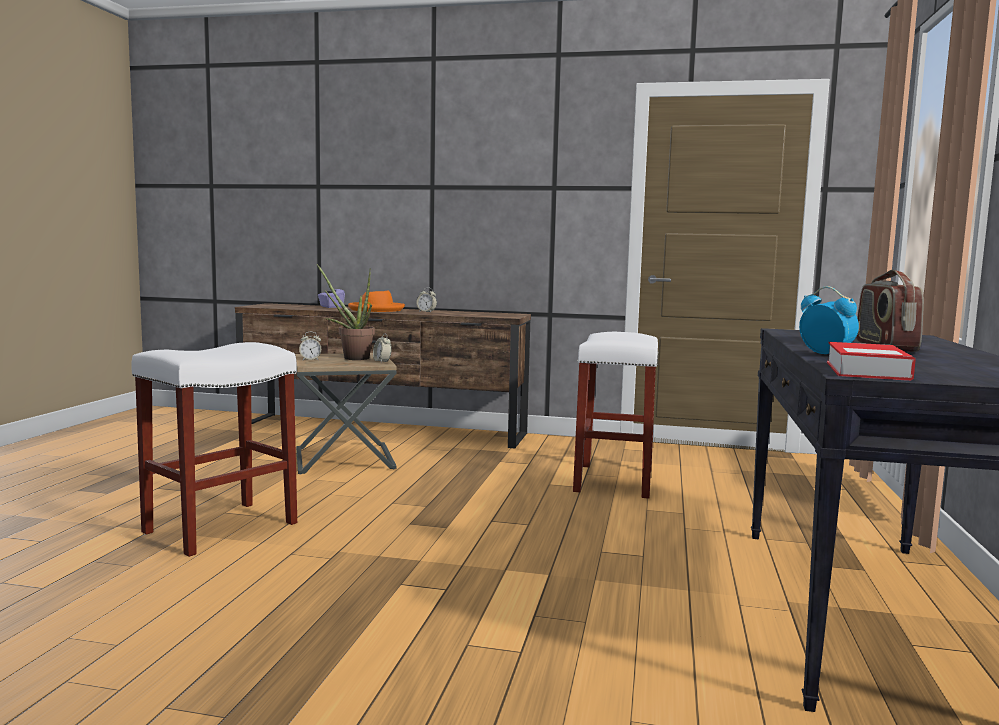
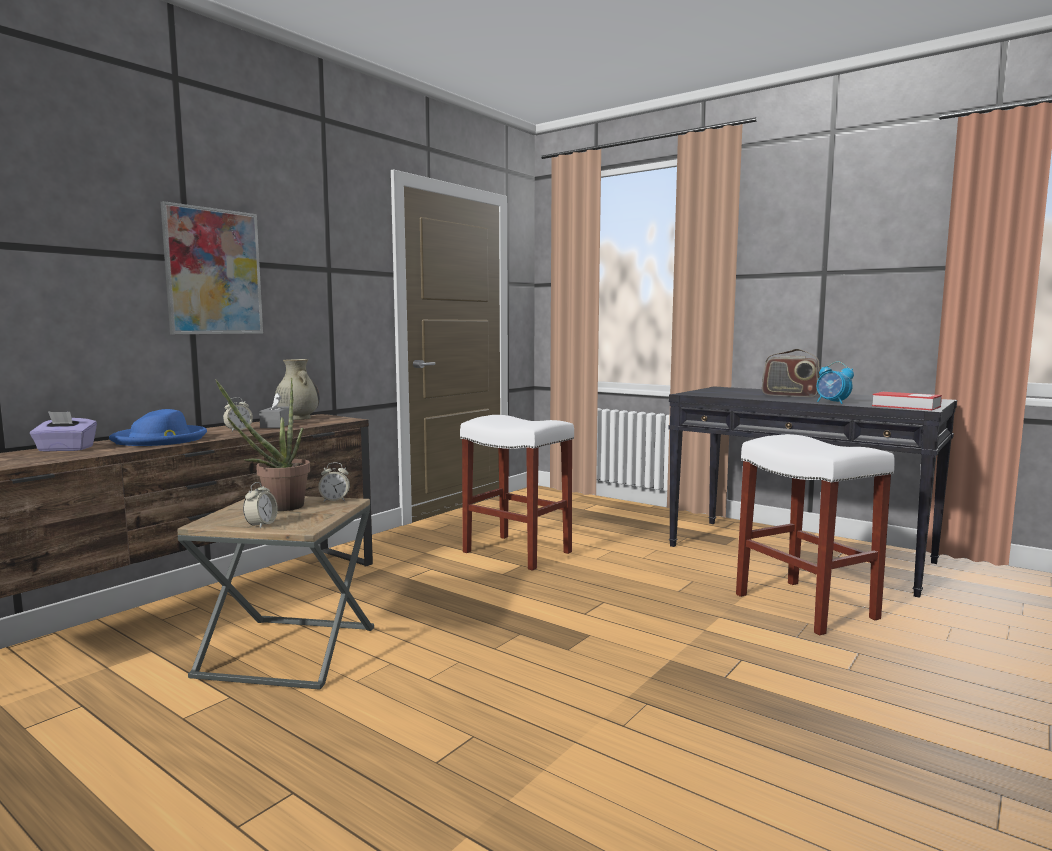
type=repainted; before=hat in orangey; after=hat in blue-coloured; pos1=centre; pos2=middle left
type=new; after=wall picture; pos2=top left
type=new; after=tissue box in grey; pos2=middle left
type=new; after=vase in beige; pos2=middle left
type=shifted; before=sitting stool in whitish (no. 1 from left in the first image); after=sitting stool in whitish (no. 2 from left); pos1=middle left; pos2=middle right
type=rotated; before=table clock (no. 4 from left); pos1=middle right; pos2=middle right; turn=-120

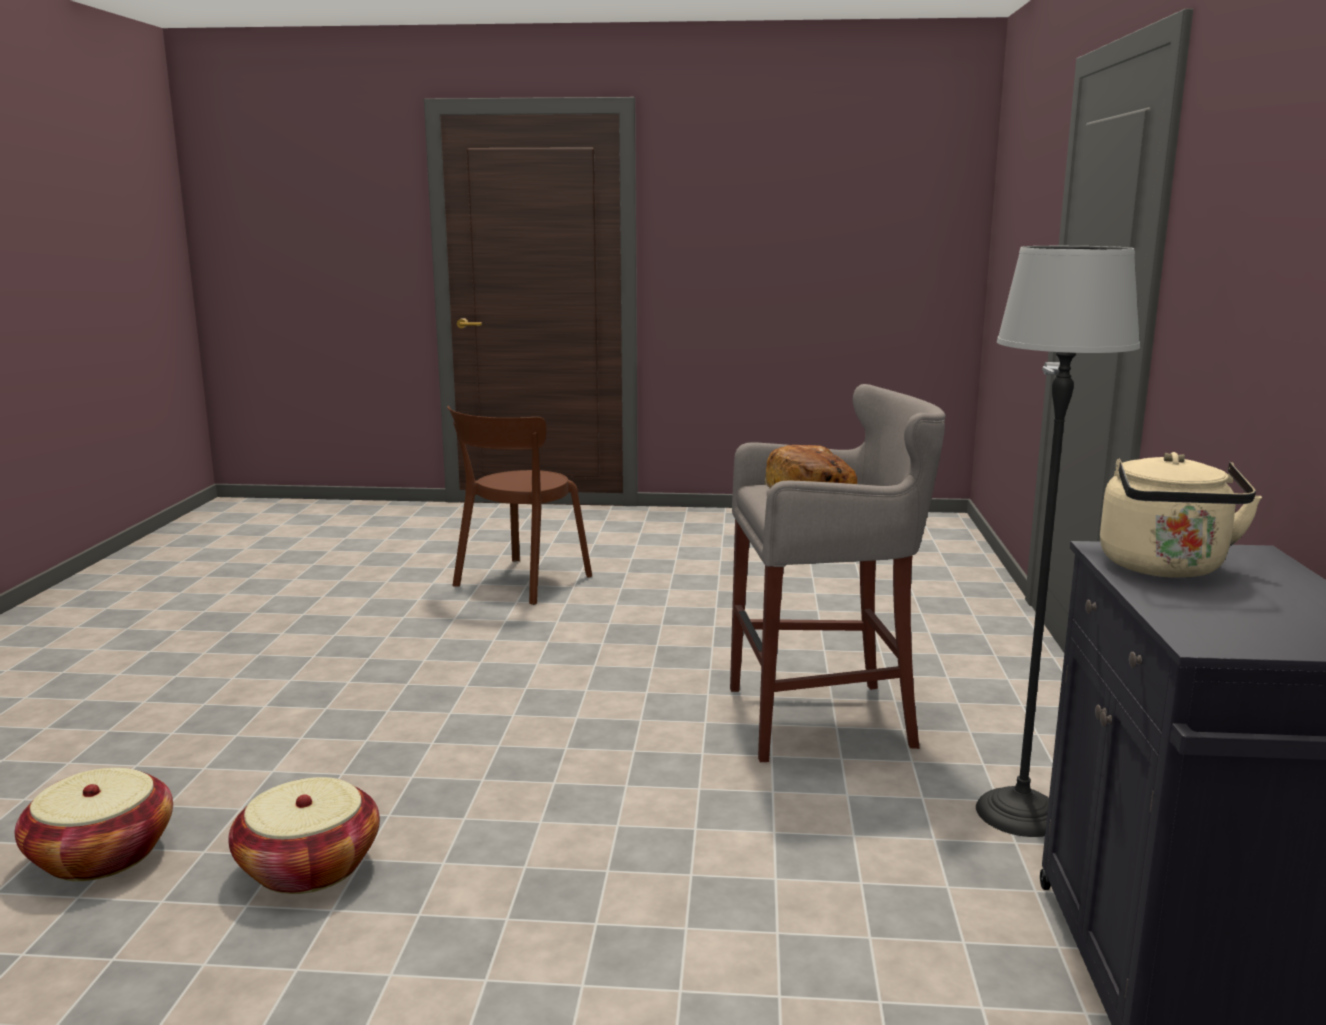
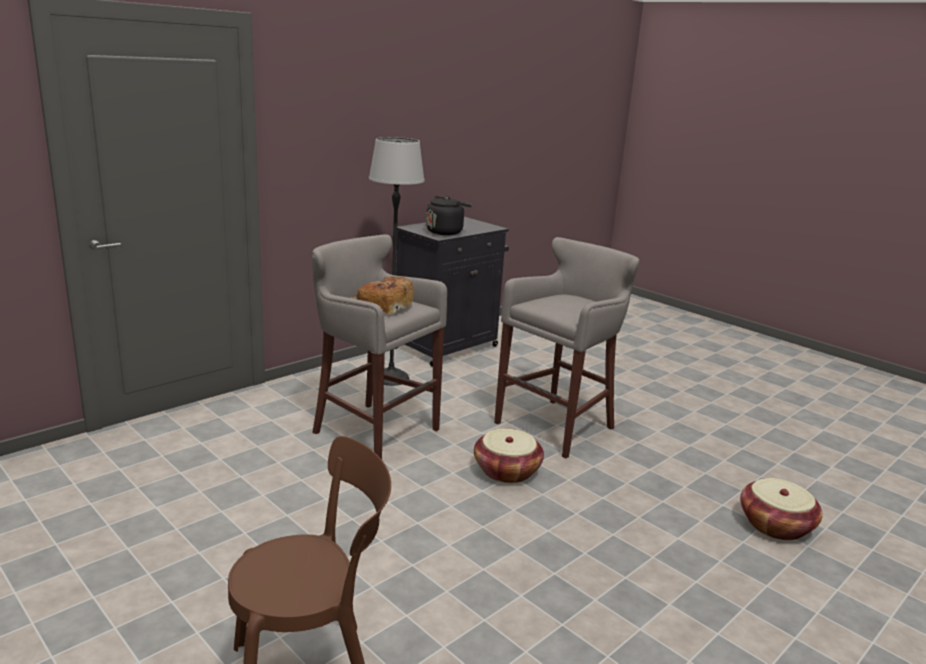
type=repainted; before=water kettle in beige; after=water kettle in black-coloured; pos1=middle right; pos2=top centre
type=shifted; before=household basket (no. 2 from left in the first image); after=household basket (no. 1 from left); pos1=bottom left; pos2=bottom centre
type=new; after=sitting stool in grey (no. 2 from left); pos2=centre

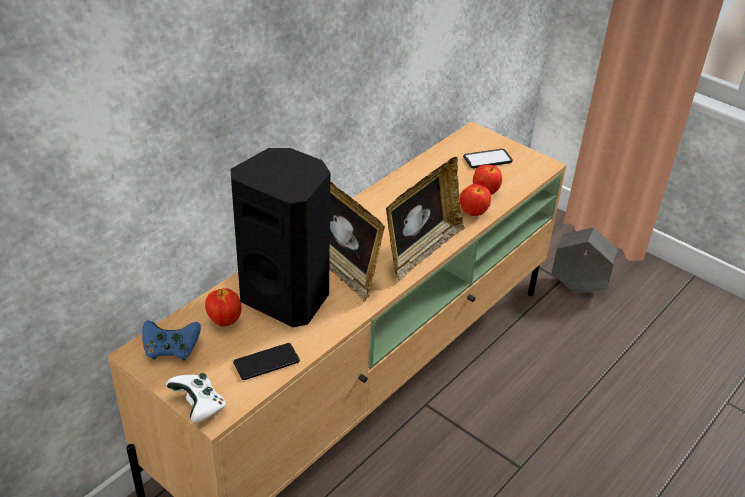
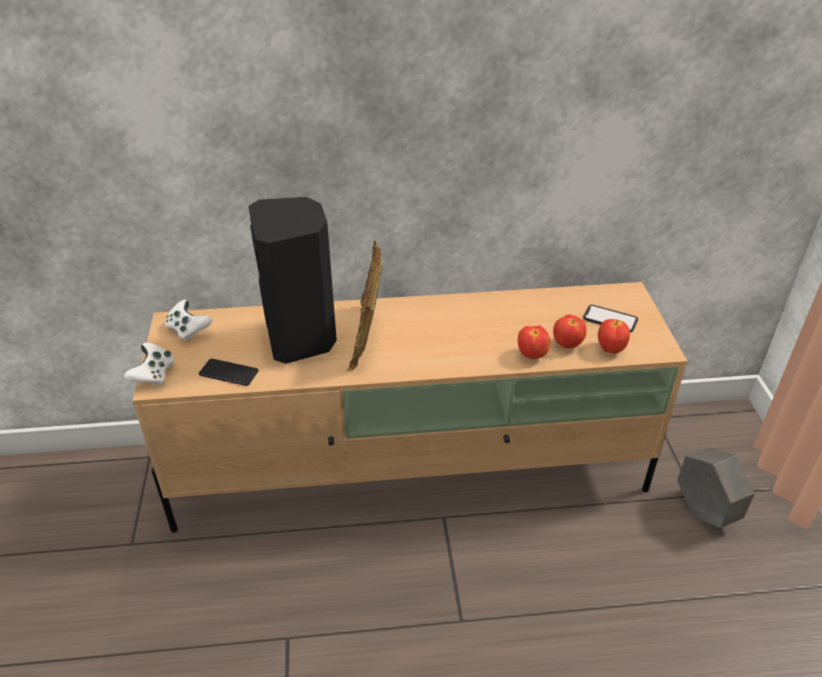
type=repainted; before=joypad in blue-coloured; after=joypad in whitish (no. 2 from left); pos1=bottom left; pos2=middle left
type=shifted; before=whole apple (no. 1 from left in the first image); after=whole apple (no. 3 from left); pos1=middle left; pos2=middle right
type=gone; before=standing frame (no. 2 from left); pos1=centre

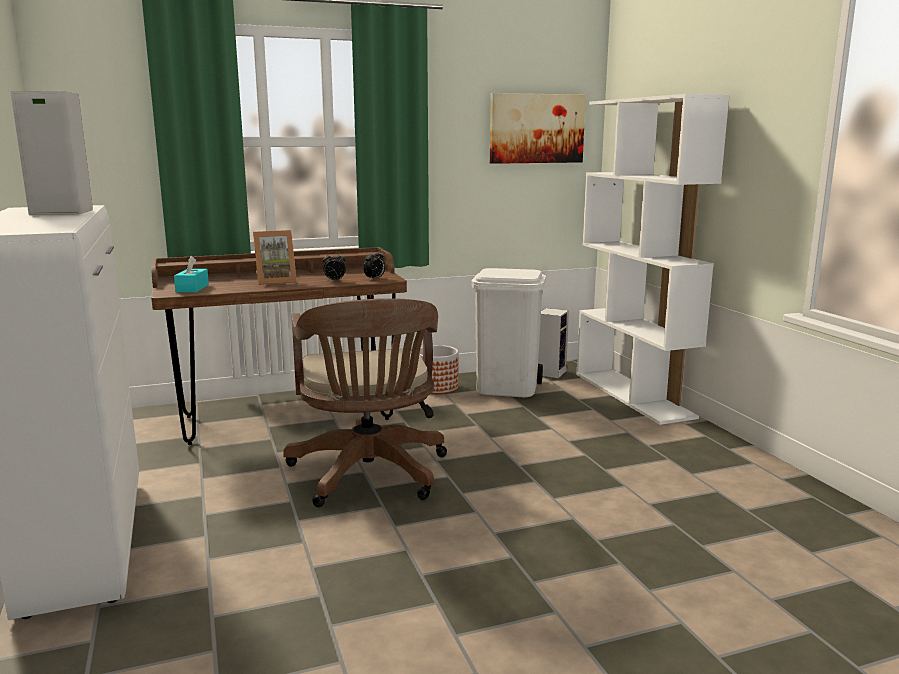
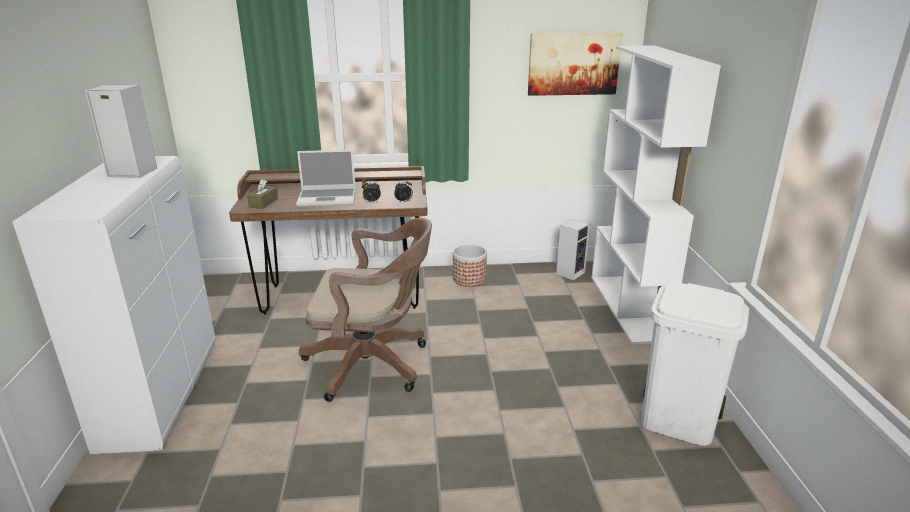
type=repainted; before=tissue box in turquoise; after=tissue box in brown-coloured; pos1=middle left; pos2=middle left
type=swapped; before=standing frame; after=portable computer; pos1=middle left; pos2=centre
type=rotated; before=computer chair in brown-coloured; pos1=centre; pos2=centre; turn=-90
type=shifted; before=trash can in whitish; pos1=centre; pos2=bottom right

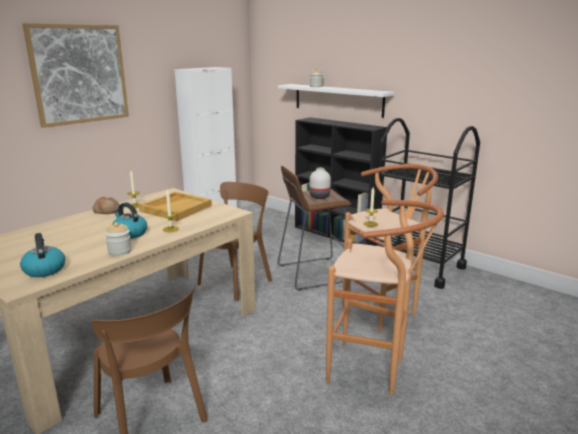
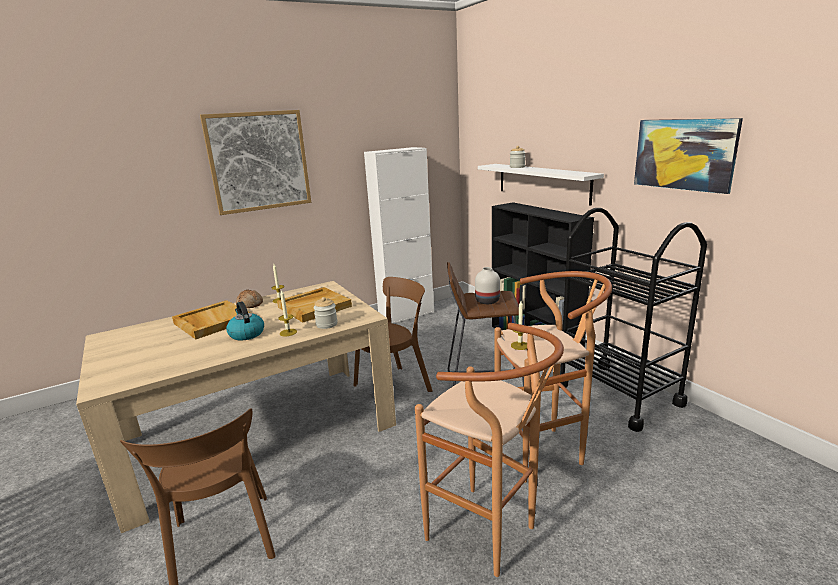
type=new; after=carrying tray in beige (no. 1 from left); pos2=middle left
type=shifted; before=preserve jar (no. 1 from left); pos1=middle left; pos2=centre
type=new; after=wall picture (no. 2 from left); pos2=top right
type=gone; before=water kettle (no. 1 from left); pos1=middle left

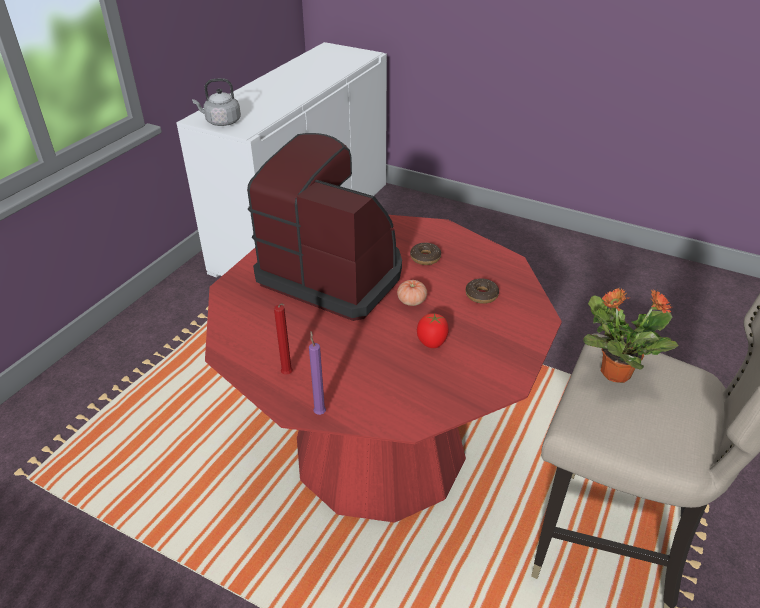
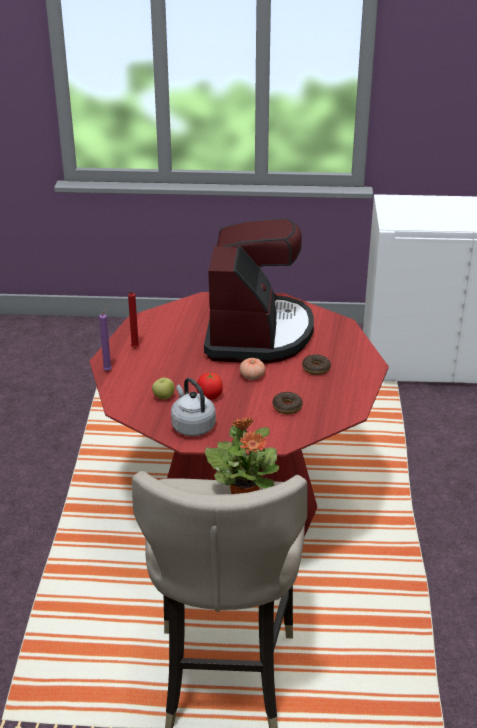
type=new; after=whole apple; pos2=centre
type=shifted; before=water kettle in grey; pos1=top left; pos2=centre

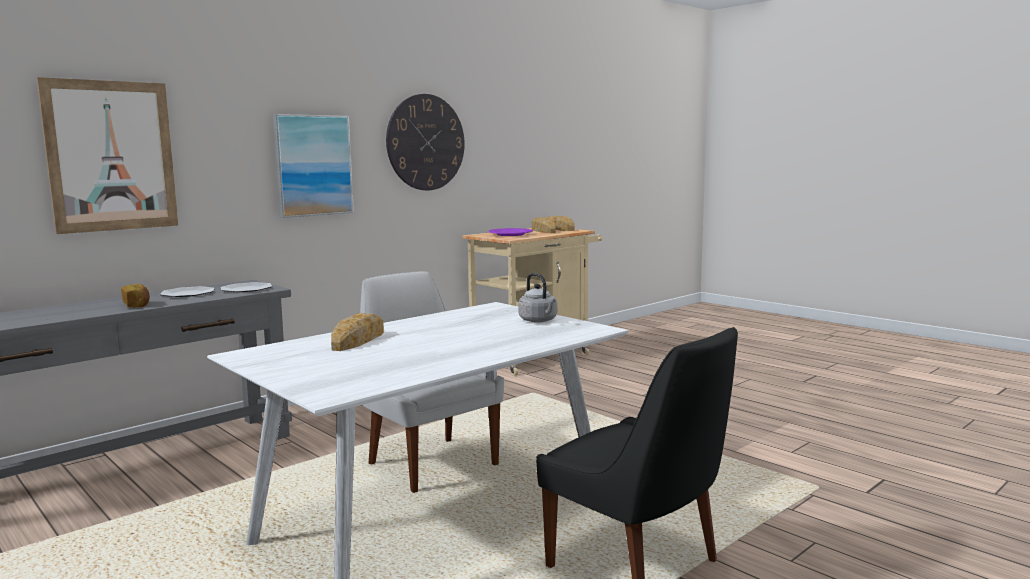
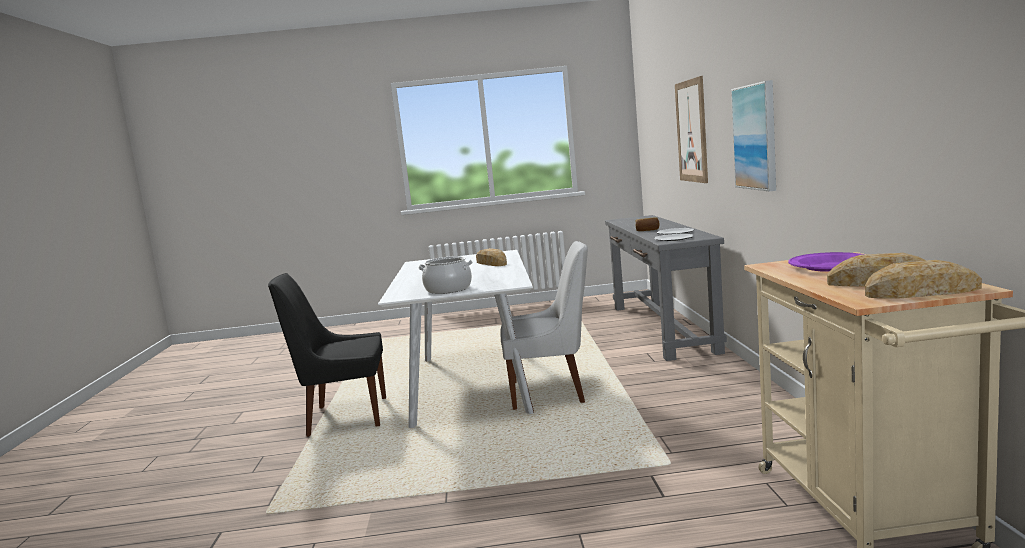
type=swapped; before=water kettle in grey; after=cooking pot; pos1=centre; pos2=centre
type=gone; before=clock on the wall; pos1=top centre

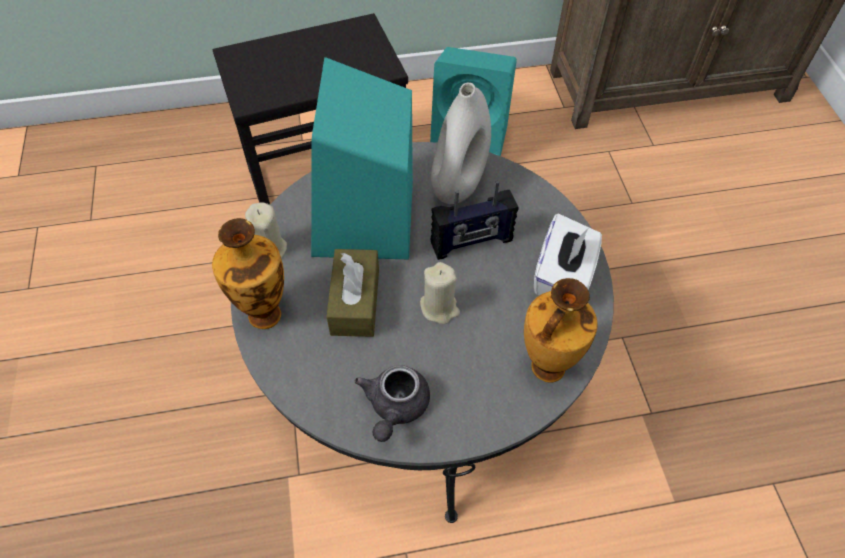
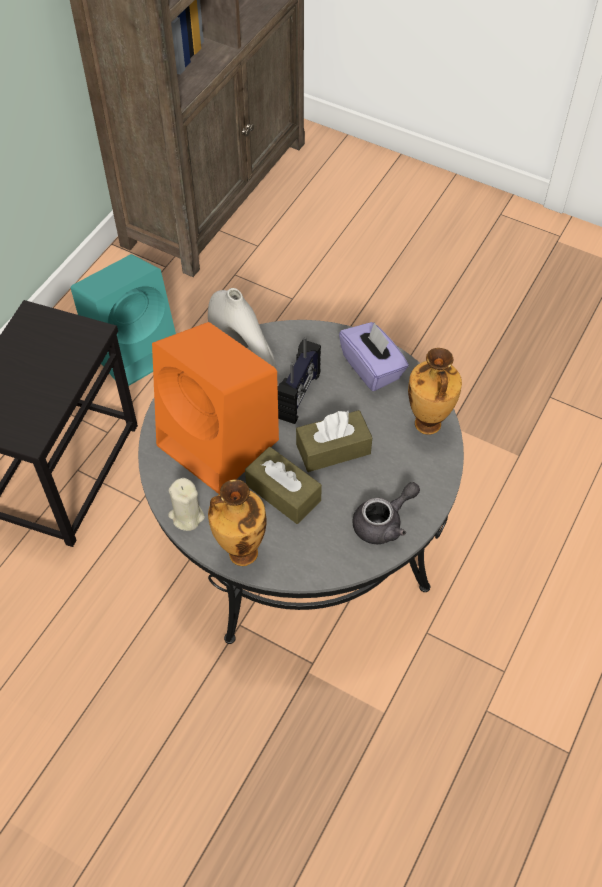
type=repainted; before=audio speaker in turquoise (no. 1 from left); after=audio speaker in orangey; pos1=top centre; pos2=centre
type=swapped; before=candle in beige (no. 2 from left); after=tissue box in brown-coloured (no. 2 from left); pos1=centre; pos2=centre
type=repainted; before=tissue box in whitish; after=tissue box in purple-coloured; pos1=middle right; pos2=centre
type=rotated; before=tea pot in grey; pos1=bottom centre; pos2=centre; turn=-90

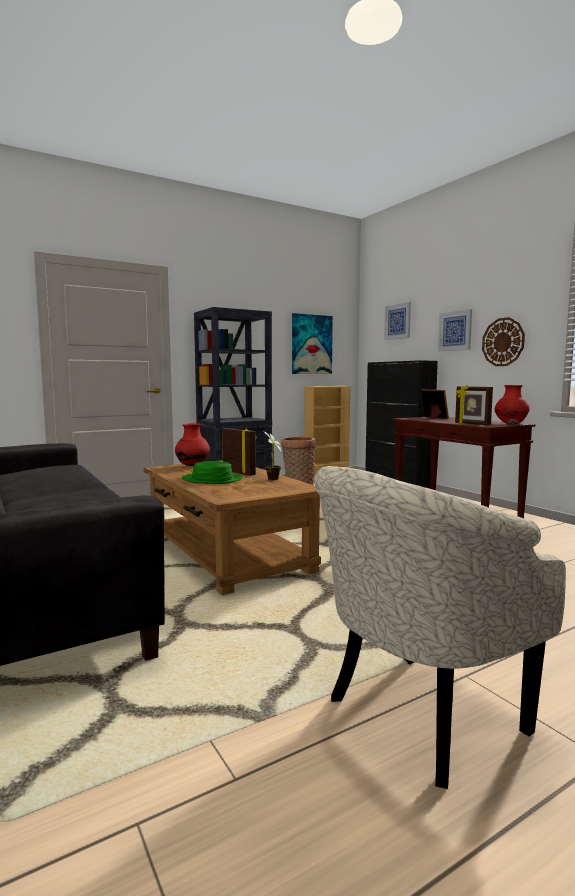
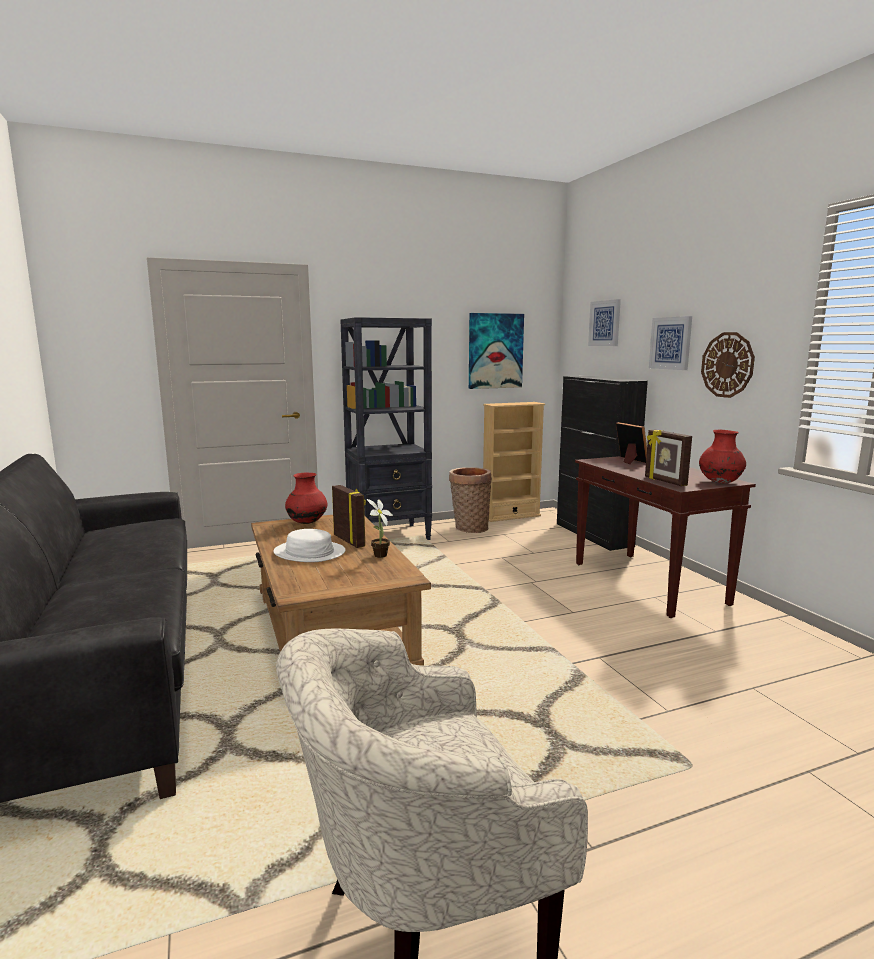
type=repainted; before=hat in greenish; after=hat in whitish; pos1=centre; pos2=centre

